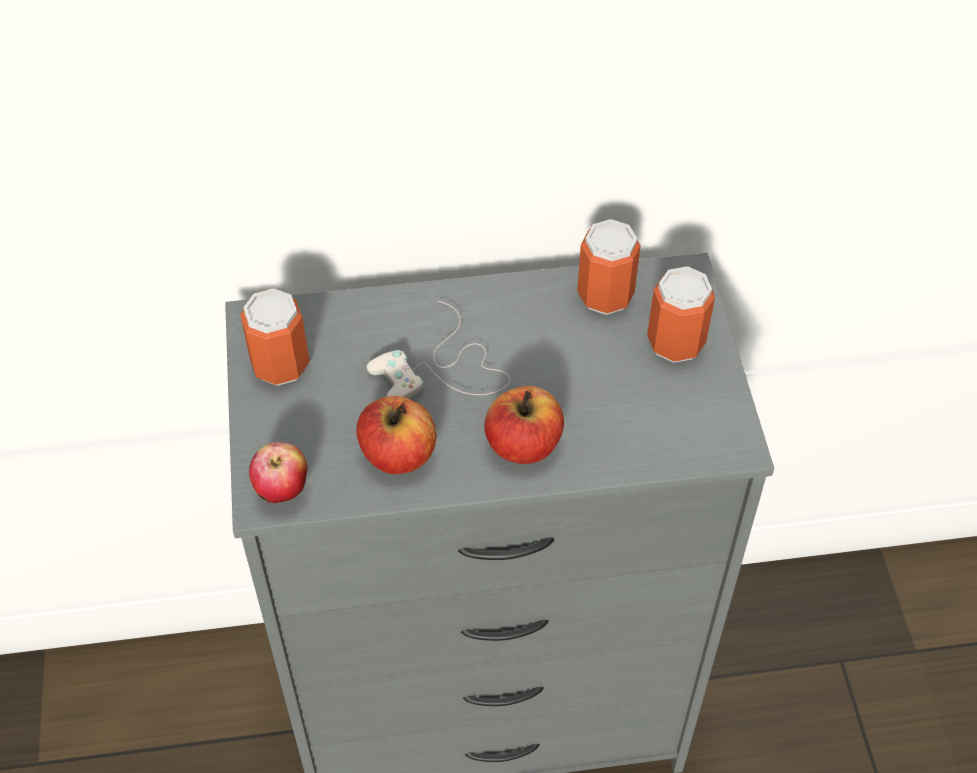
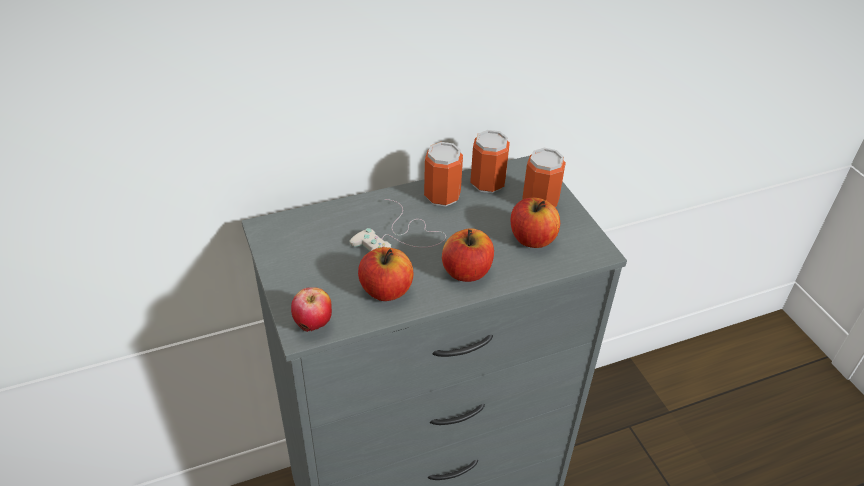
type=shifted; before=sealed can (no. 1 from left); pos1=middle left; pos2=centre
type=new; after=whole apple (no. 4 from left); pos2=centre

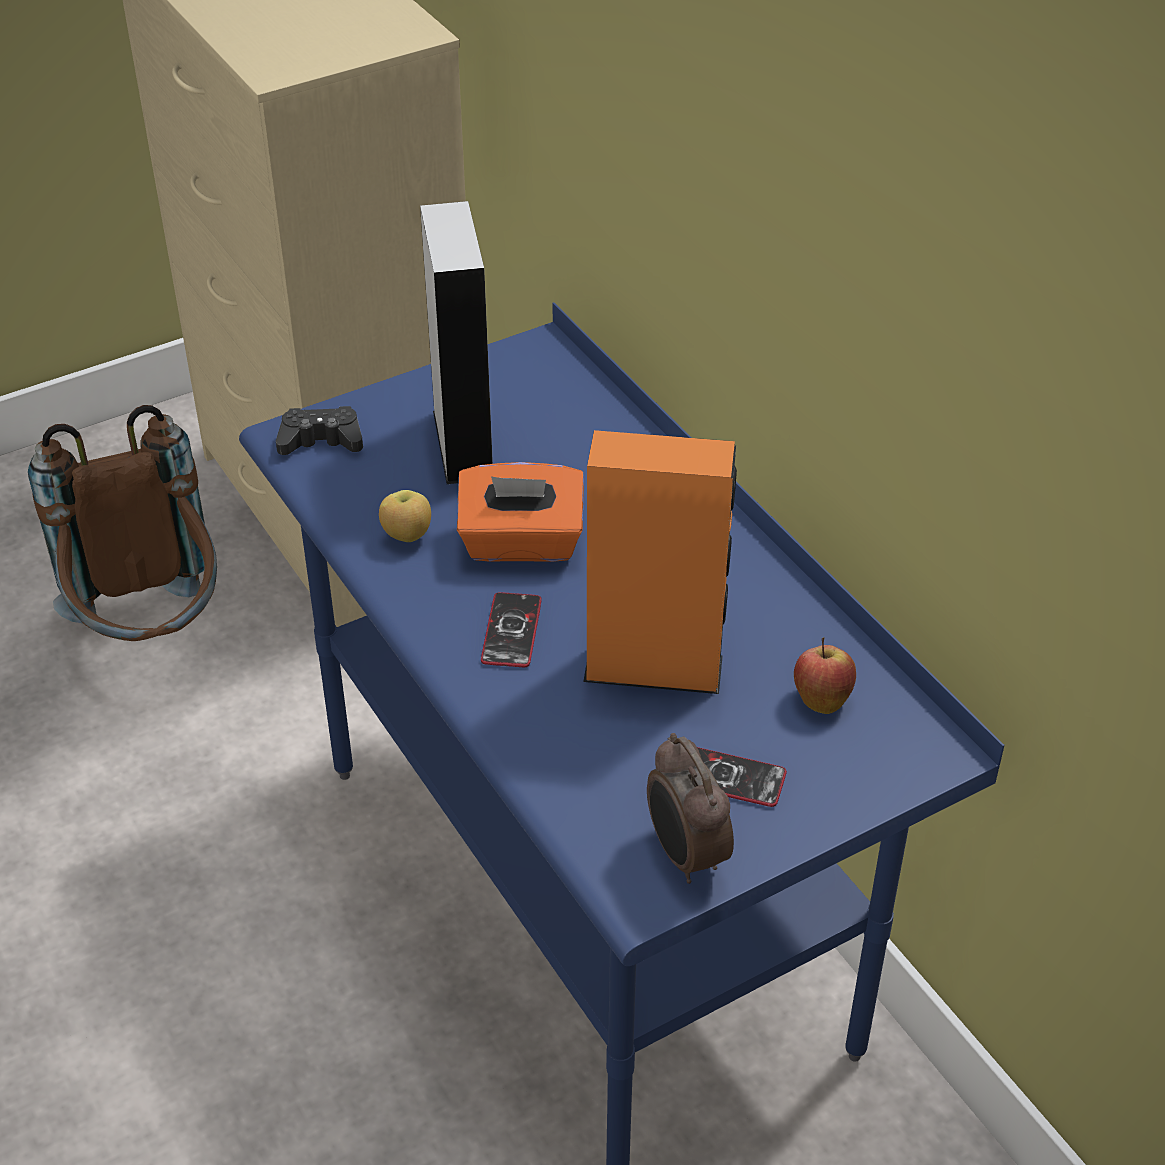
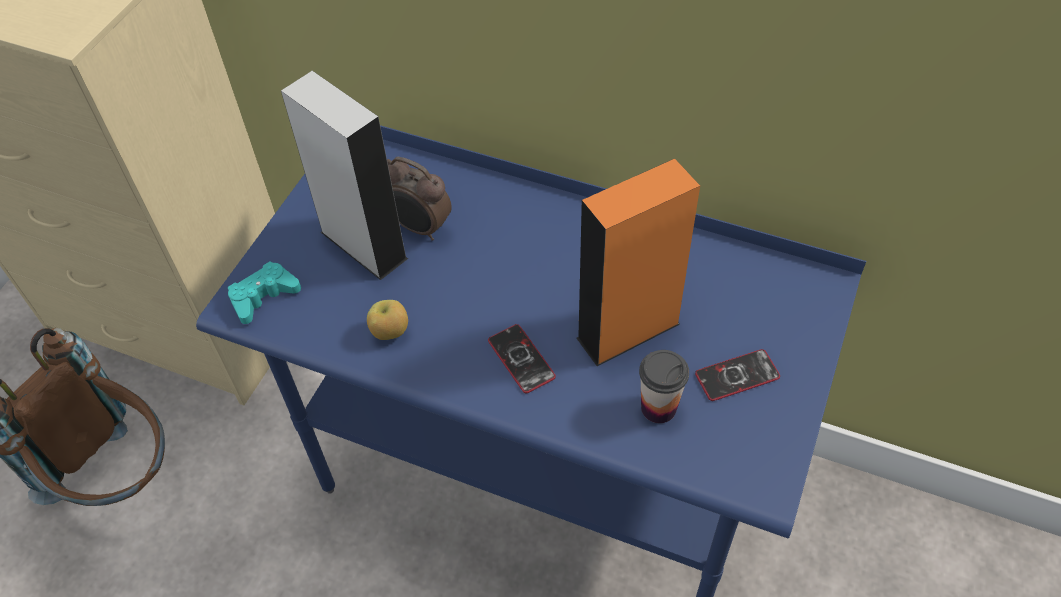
type=repainted; before=joypad in black-coloured; after=joypad in turquoise; pos1=middle left; pos2=middle left
type=shifted; before=table clock; pos1=bottom centre; pos2=centre
type=new; after=drinking cup; pos2=centre
type=gone; before=tissue box in orangey; pos1=centre
type=gone; before=whole apple (no. 2 from left); pos1=middle right

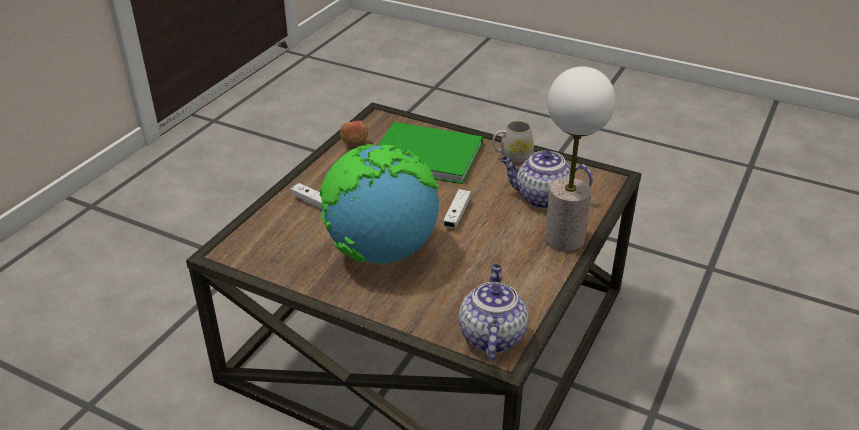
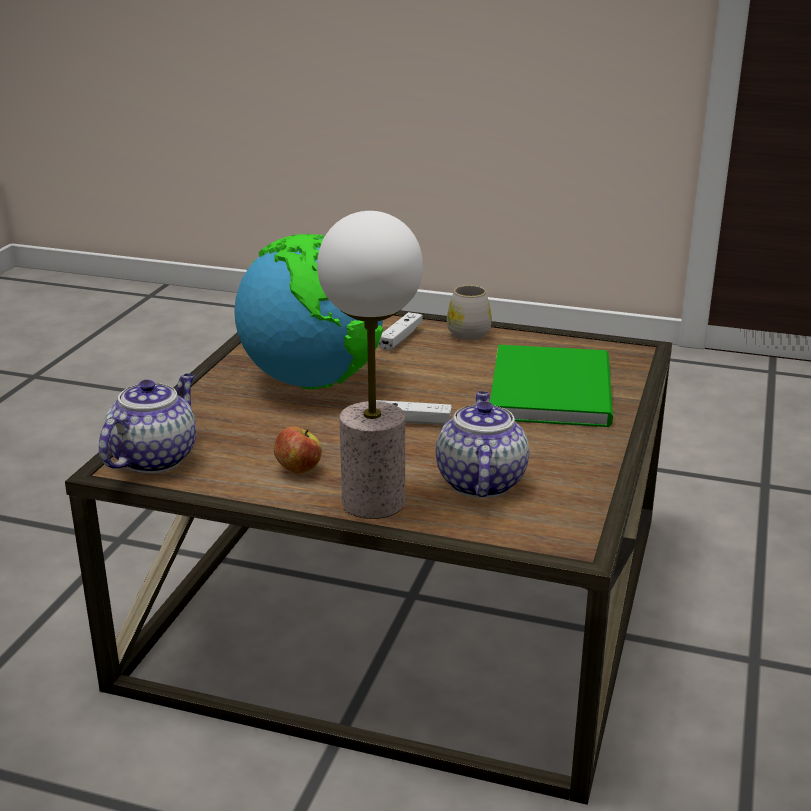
type=rotated; before=tea pot (no. 1 from left); pos1=bottom centre; pos2=middle left; turn=-60
type=shifted; before=whole apple; pos1=top centre; pos2=centre
type=shifted; before=tea mug in whitish; pos1=top centre; pos2=centre

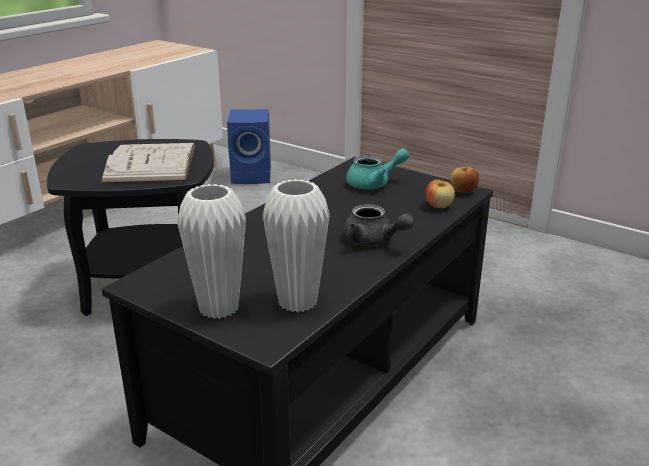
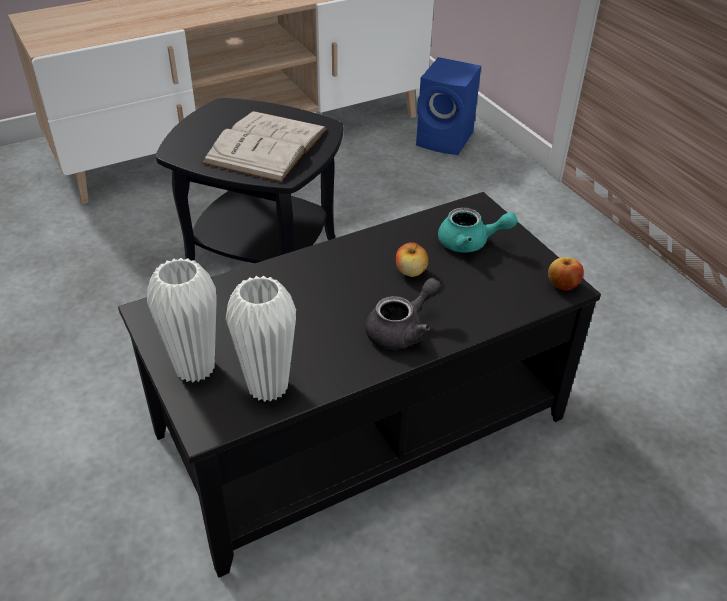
type=rotated; before=tea pot in grey; pos1=centre; pos2=centre; turn=-105
type=shifted; before=whole apple (no. 1 from left); pos1=middle right; pos2=centre

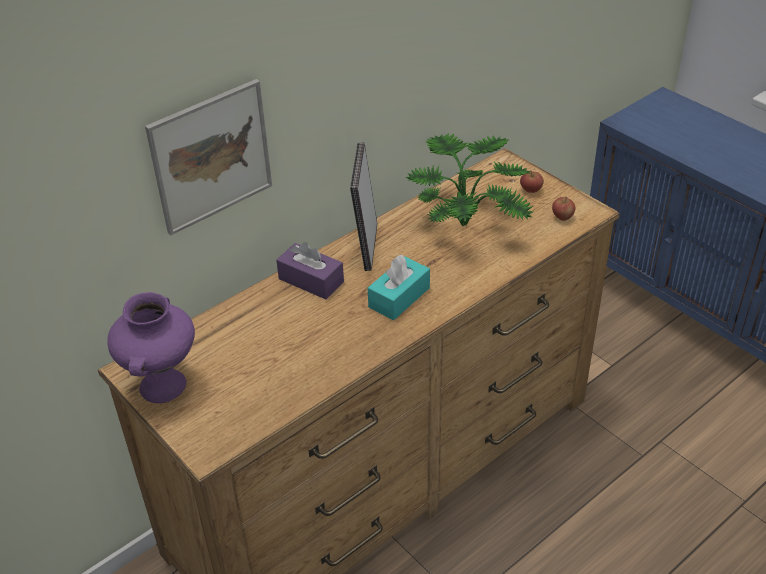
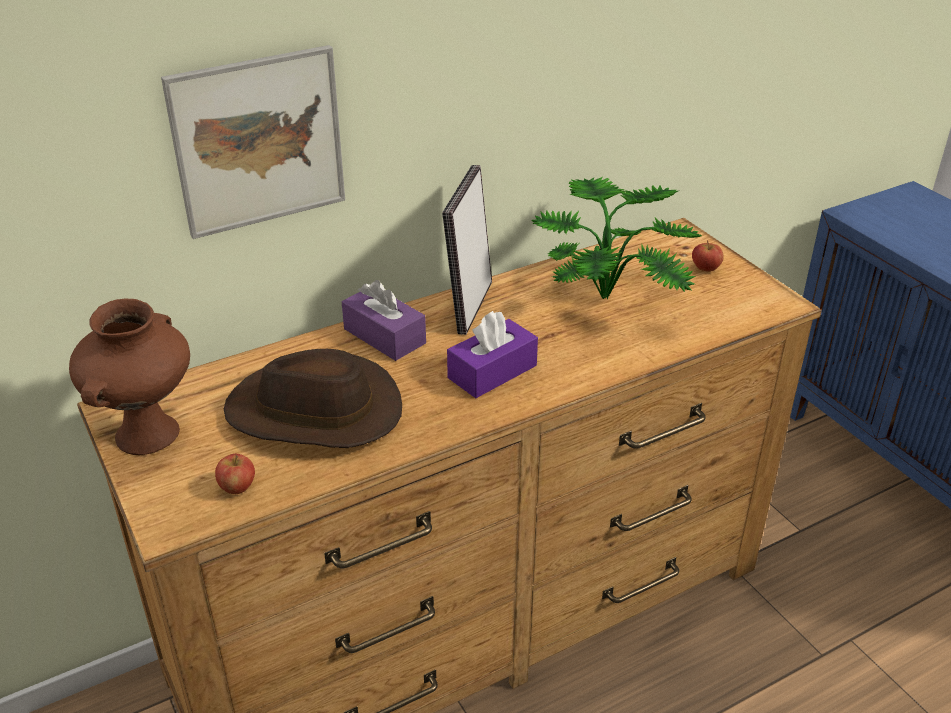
type=repainted; before=vase in purple-coloured; after=vase in brown-coloured; pos1=middle left; pos2=middle left
type=shifted; before=whole apple (no. 2 from left in the first image); after=whole apple (no. 1 from left); pos1=middle right; pos2=middle left
type=new; after=hat in brown-coloured; pos2=middle left
type=repainted; before=tissue box in turquoise; after=tissue box in purple-coloured (no. 2 from left); pos1=centre; pos2=centre

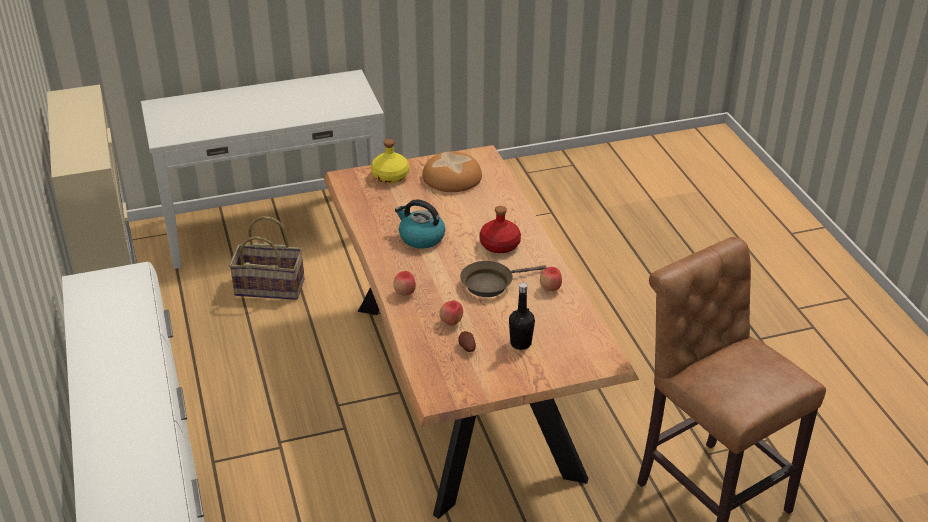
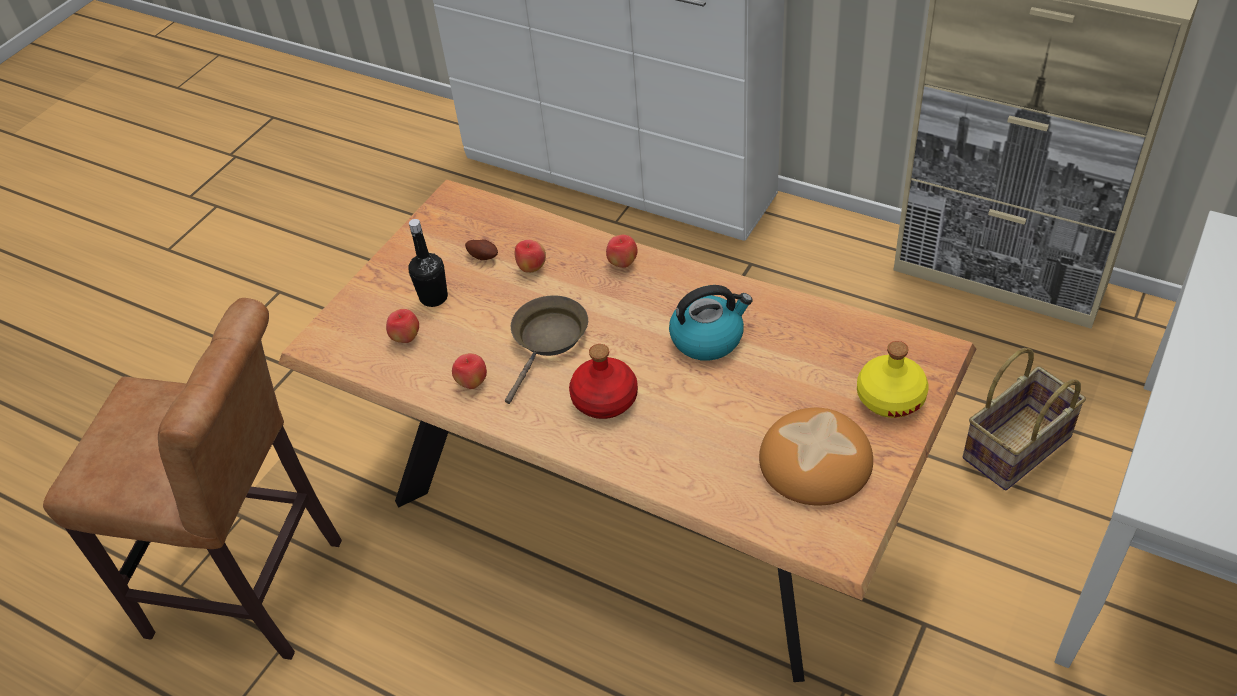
type=new; after=whole apple (no. 1 from left); pos2=middle left

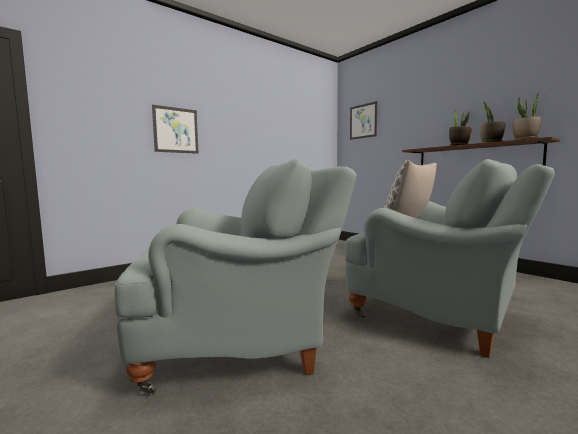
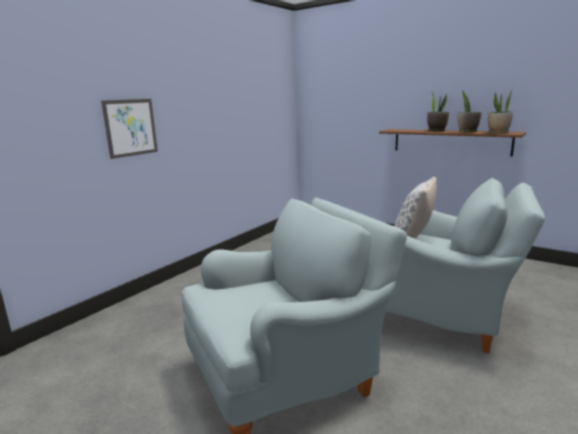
type=gone; before=wall picture (no. 2 from left); pos1=top centre

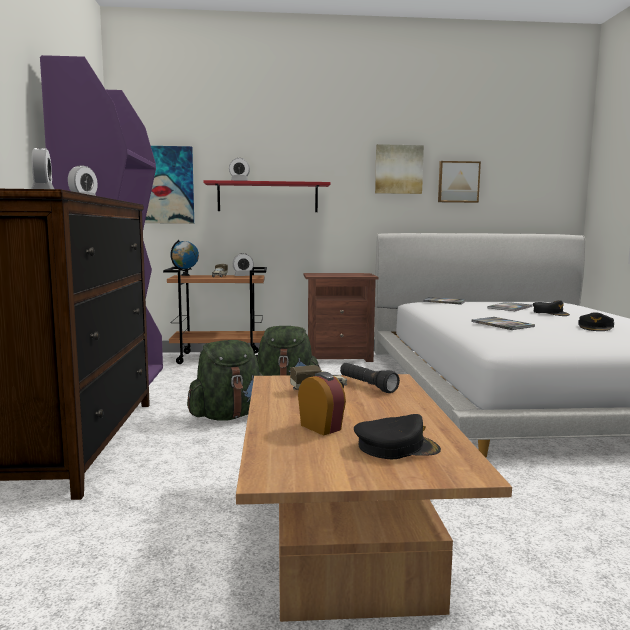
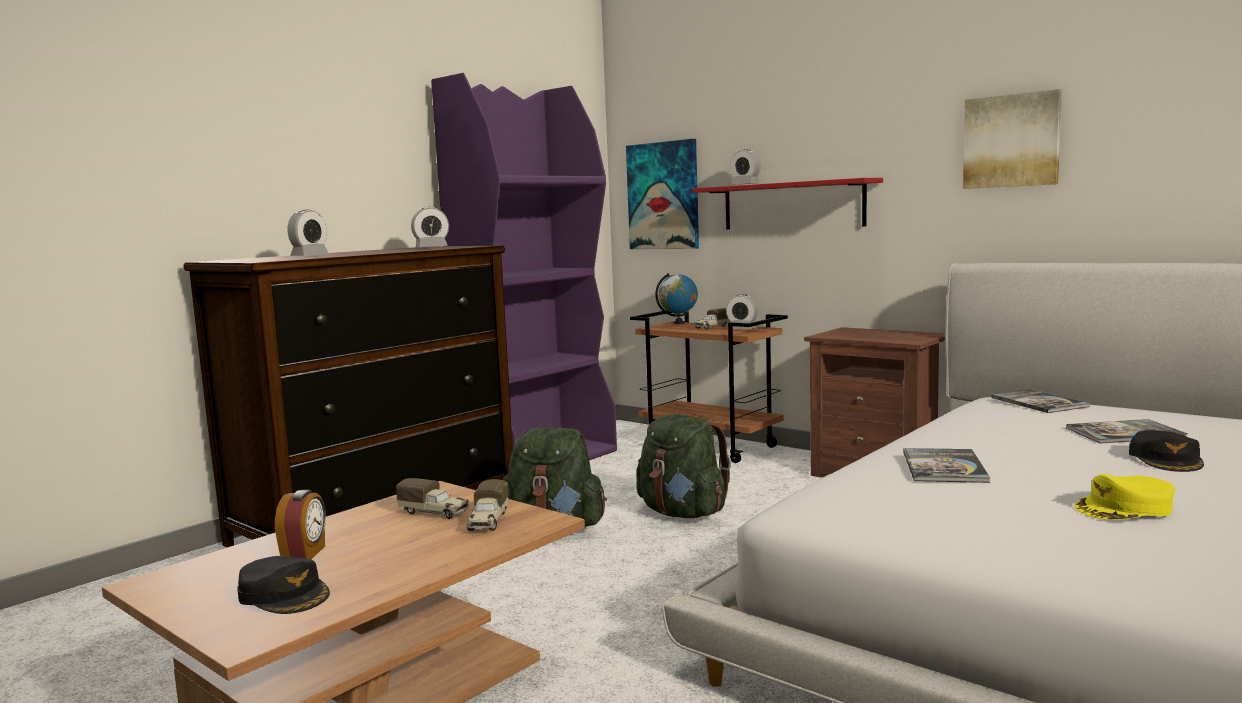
type=swapped; before=torch in black-coloured; after=model truck (no. 2 from left); pos1=centre; pos2=bottom centre
type=repainted; before=peaked cap in black-coloured (no. 3 from left); after=peaked cap in yellow-coloured; pos1=middle right; pos2=bottom right
type=gone; before=wall picture (no. 3 from left); pos1=top right

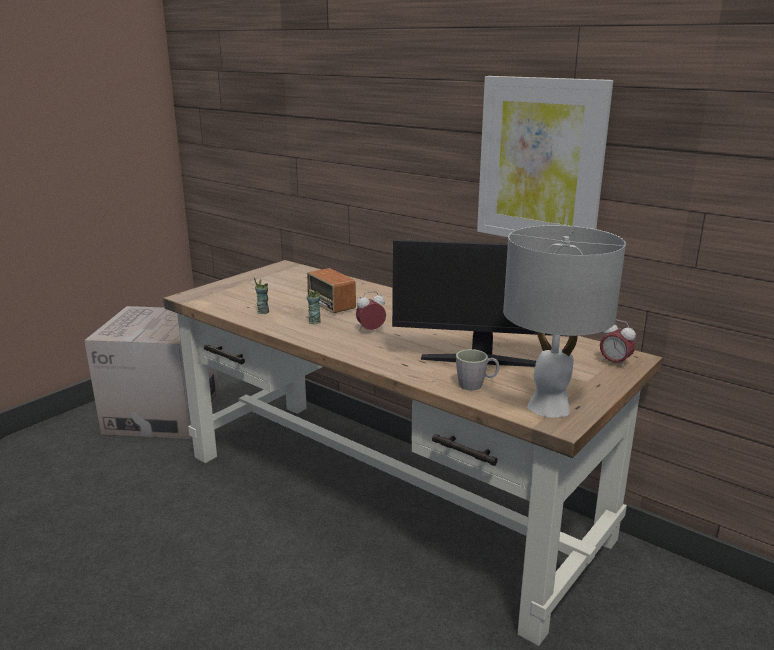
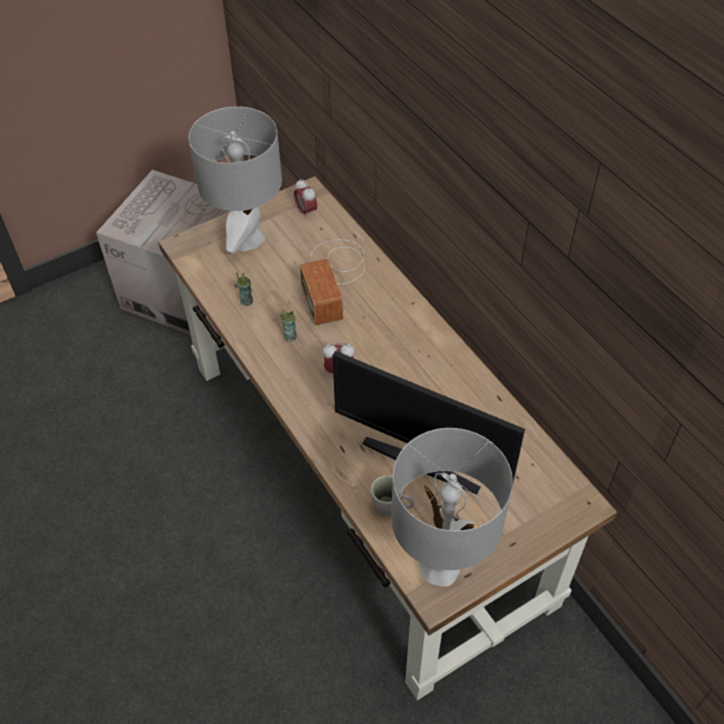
type=new; after=table lamp in grey (no. 1 from left); pos2=top left
type=shifted; before=table clock (no. 2 from left in the first image); after=table clock (no. 1 from left); pos1=middle right; pos2=top centre
type=gone; before=wall picture; pos1=top right

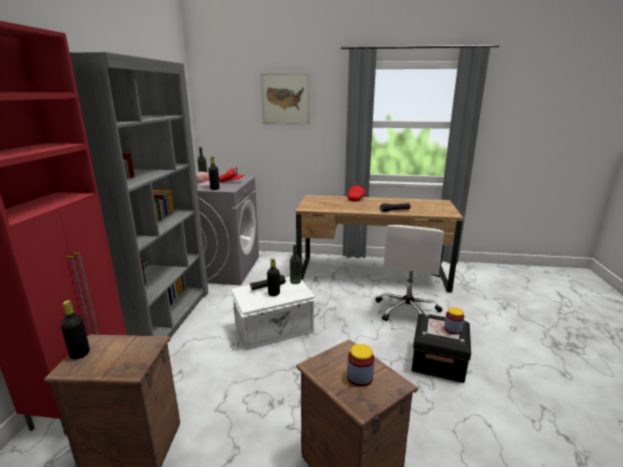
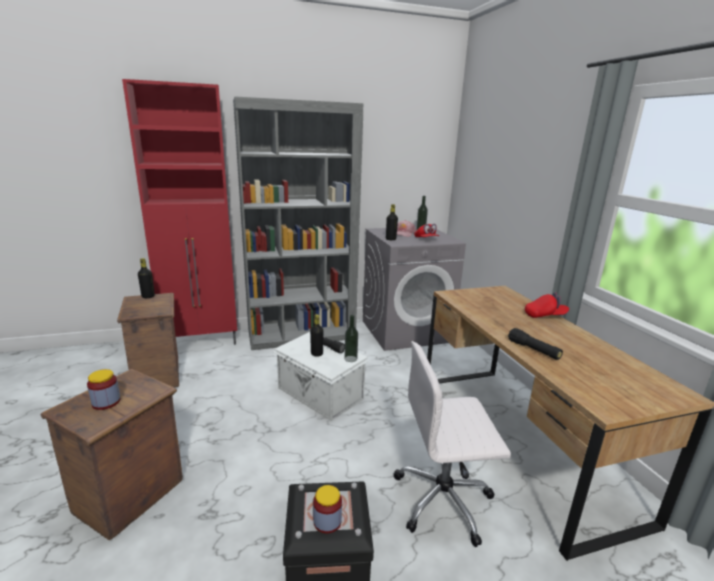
type=gone; before=wall picture; pos1=top centre

